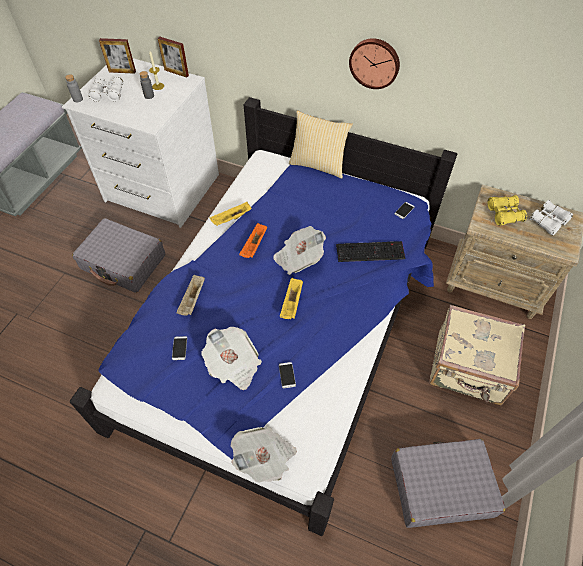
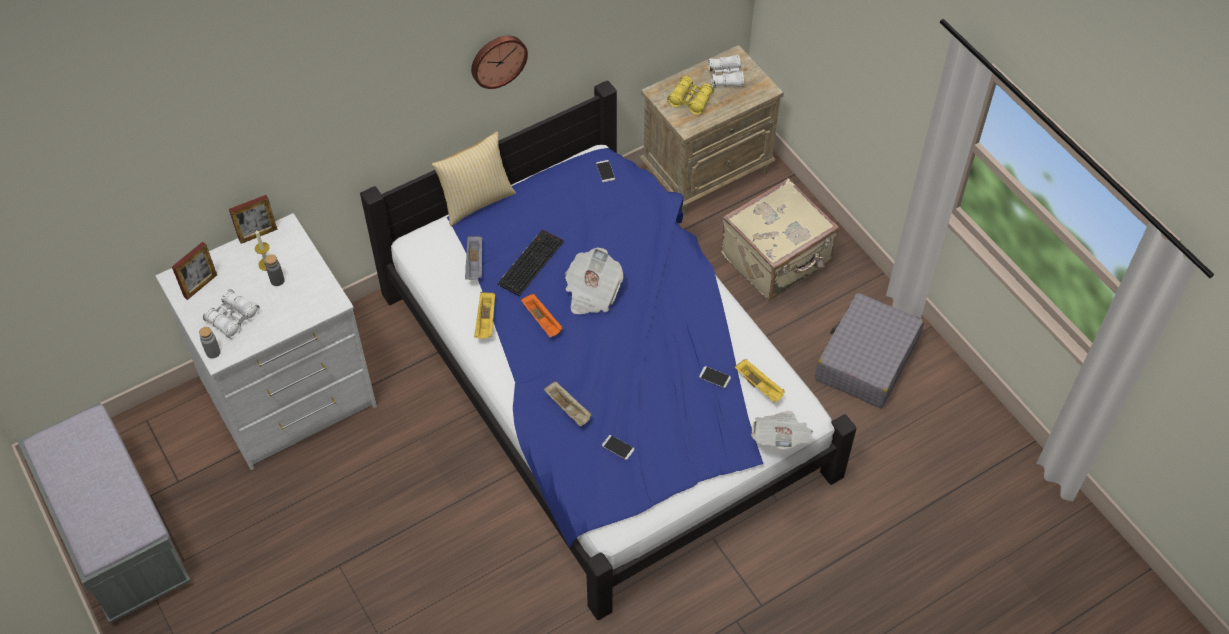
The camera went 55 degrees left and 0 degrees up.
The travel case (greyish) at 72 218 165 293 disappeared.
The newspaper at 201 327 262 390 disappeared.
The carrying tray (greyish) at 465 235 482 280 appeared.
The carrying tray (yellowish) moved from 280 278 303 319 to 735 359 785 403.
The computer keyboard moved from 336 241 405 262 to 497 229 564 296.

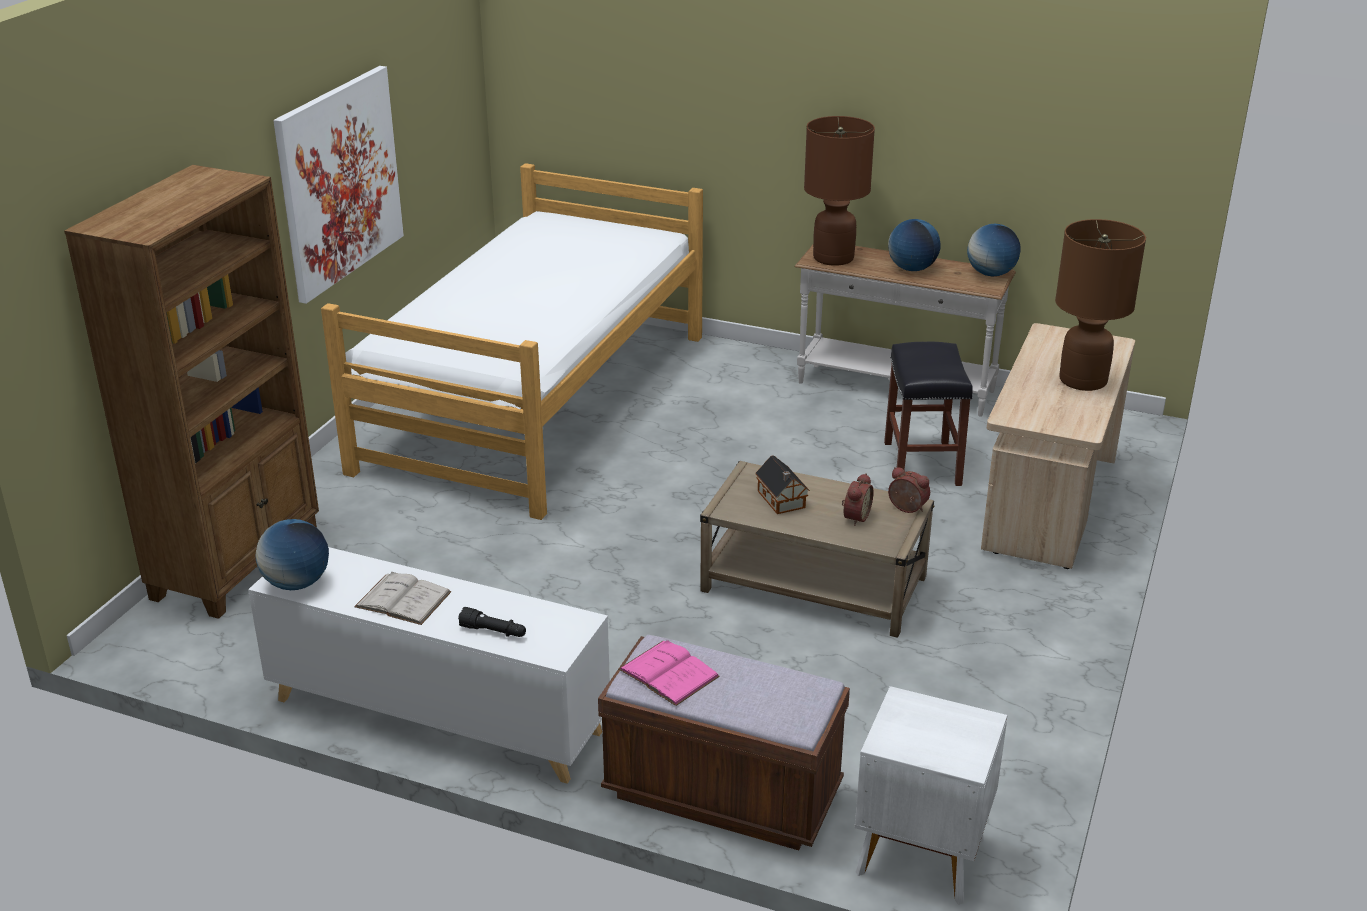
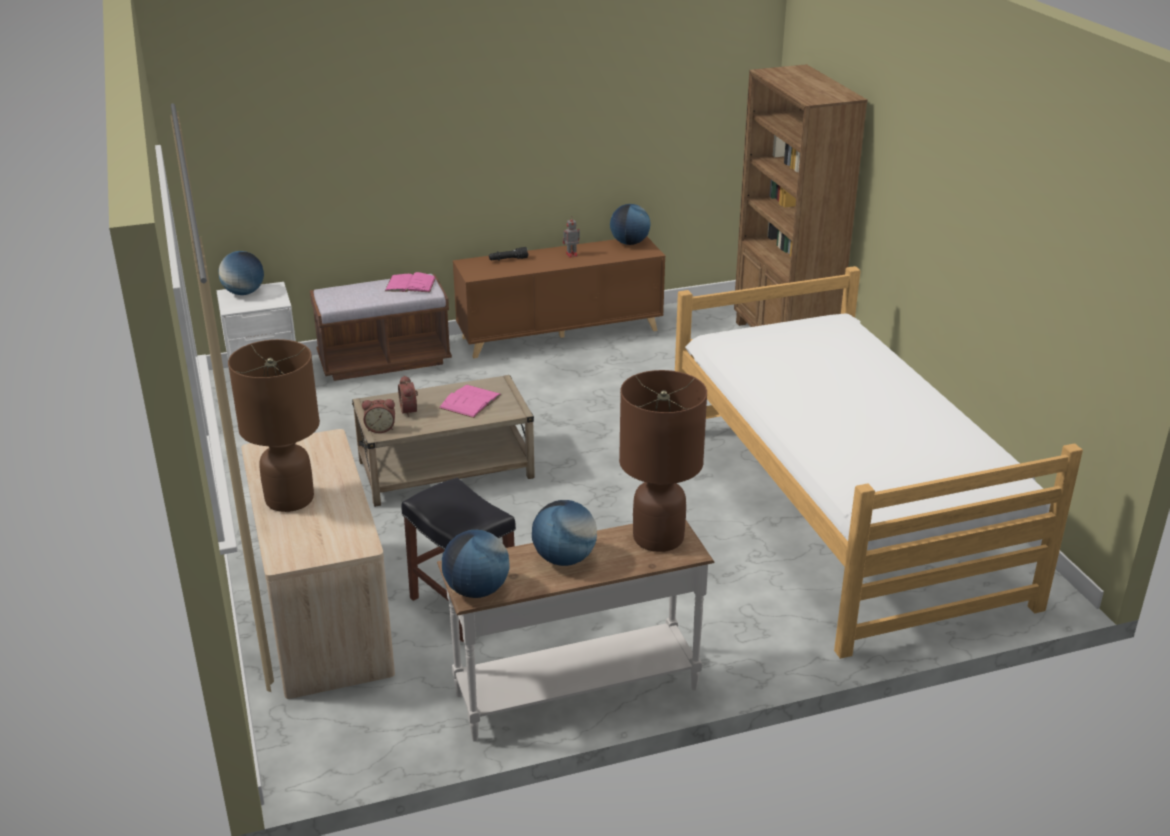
The camera went 140 degrees right and 0 degrees up.
The wall picture at 273 66 404 304 disappeared.
The desk globe at 218 251 264 295 appeared.
The book (white) at 354 572 451 625 was replaced by the model robot at 563 217 580 258.
The model house at 755 455 810 514 was replaced by the book (pink) at 439 385 501 418.
The cabinet (white) at 248 547 610 784 became the cabinet (brown) at 453 237 665 359.

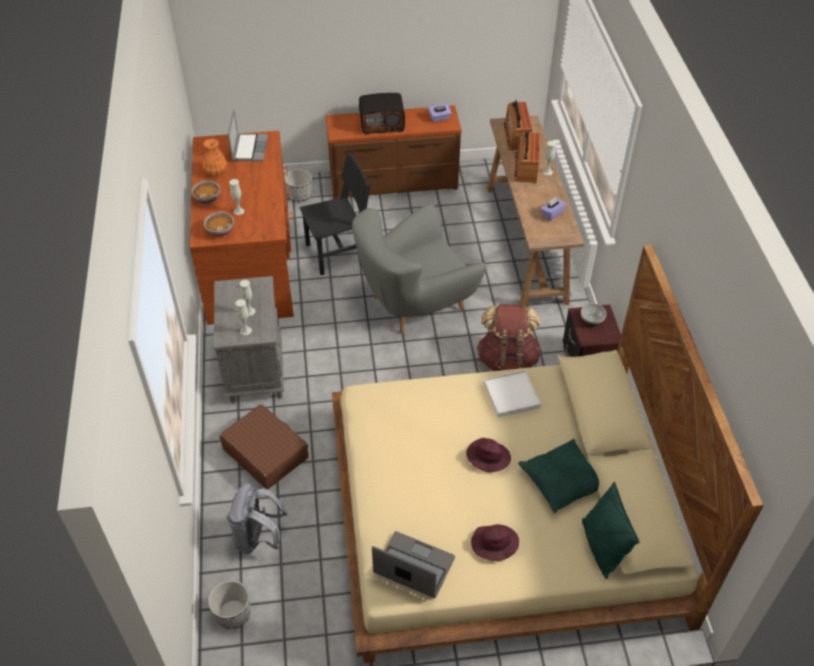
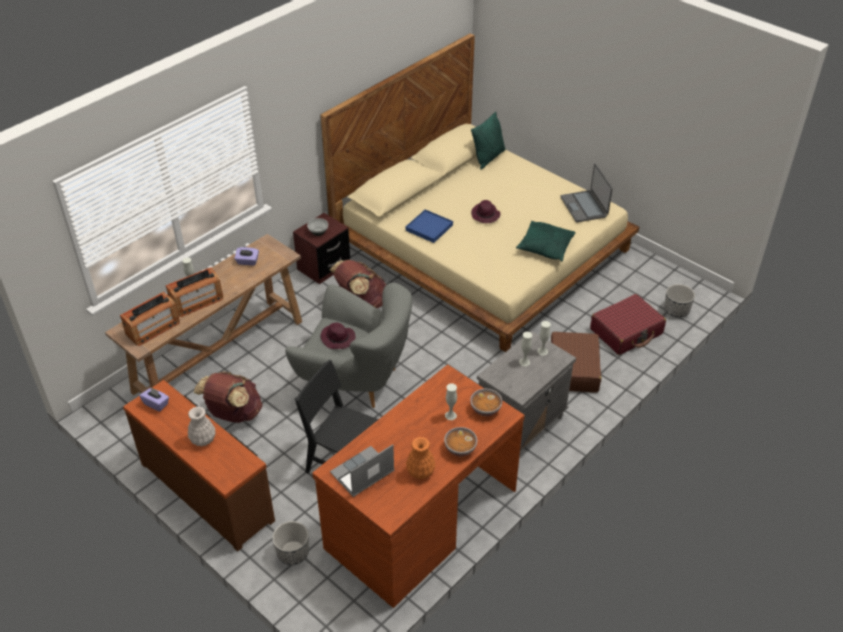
The camera went 130 degrees left and 5 degrees down.
The rucksack (brown) at 194 372 262 423 appeared.
The clothing hat (purple) moved from 471 524 519 561 to 321 323 356 349.
The throw pillow (green) moved from 518 439 599 513 to 516 221 575 261.
The rucksack (greyish) at 227 483 288 554 was replaced by the travel case (red) at 590 294 666 355.
The radio set at 359 93 405 135 was replaced by the decorative vase (white) at 188 406 216 446.
The carrying tray (white) at 484 370 541 418 became the carrying tray (blue) at 406 209 453 243.

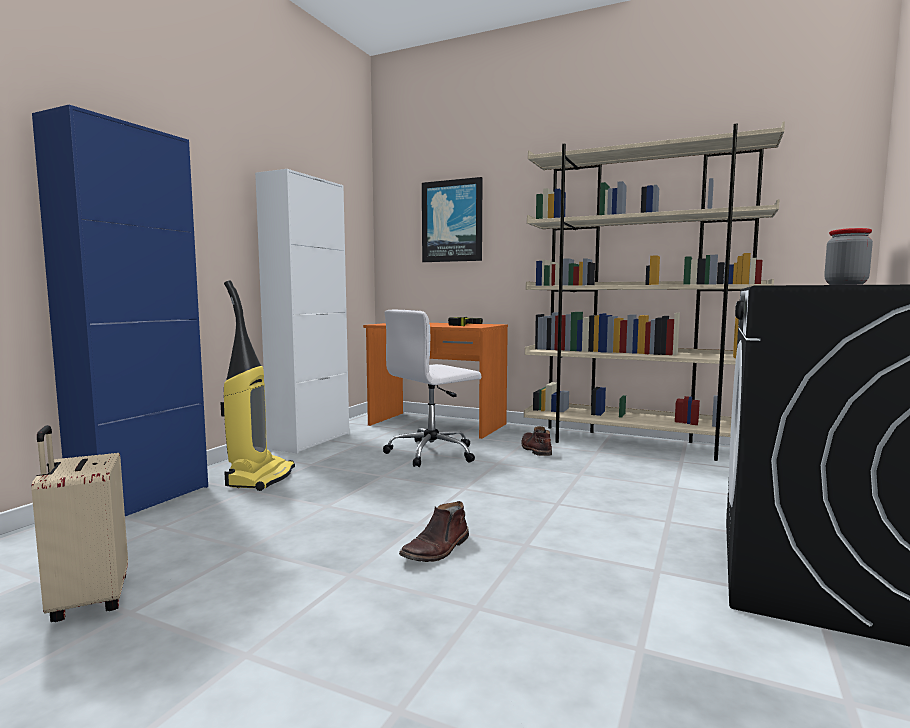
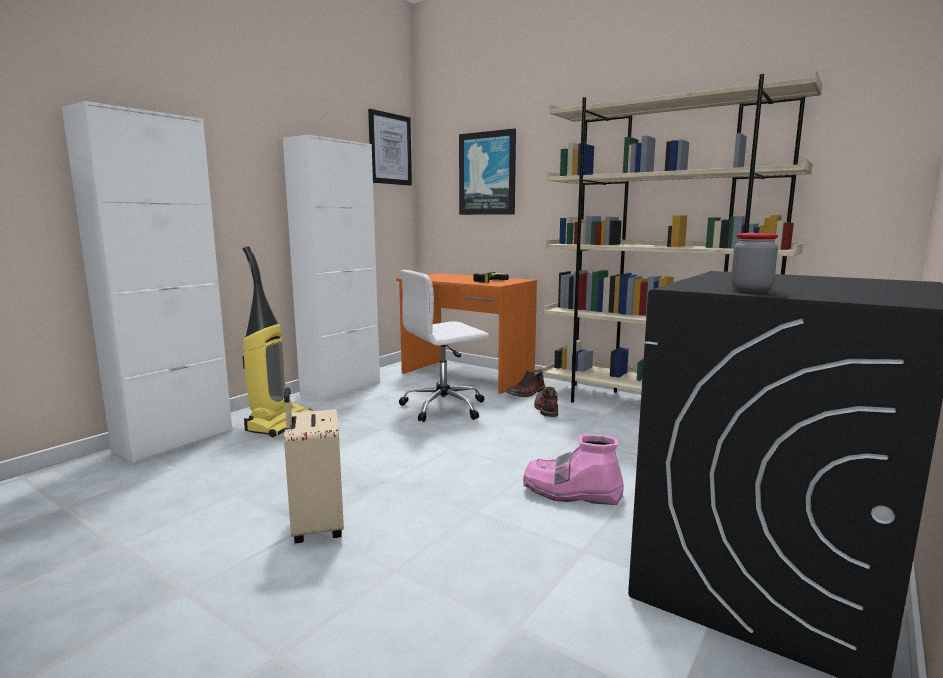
The camera went 10 degrees right and 5 degrees up.
The wall picture at 368 109 412 185 appeared.
The tall boot (pink) at 523 435 624 505 appeared.
The travel case (beige-coloured) moved from 31 425 128 622 to 284 387 344 543.
The tall boot (brown) moved from 399 501 469 562 to 506 369 545 397.
The cabinet (blue) at 32 105 208 516 became the cabinet (white) at 62 101 232 463.

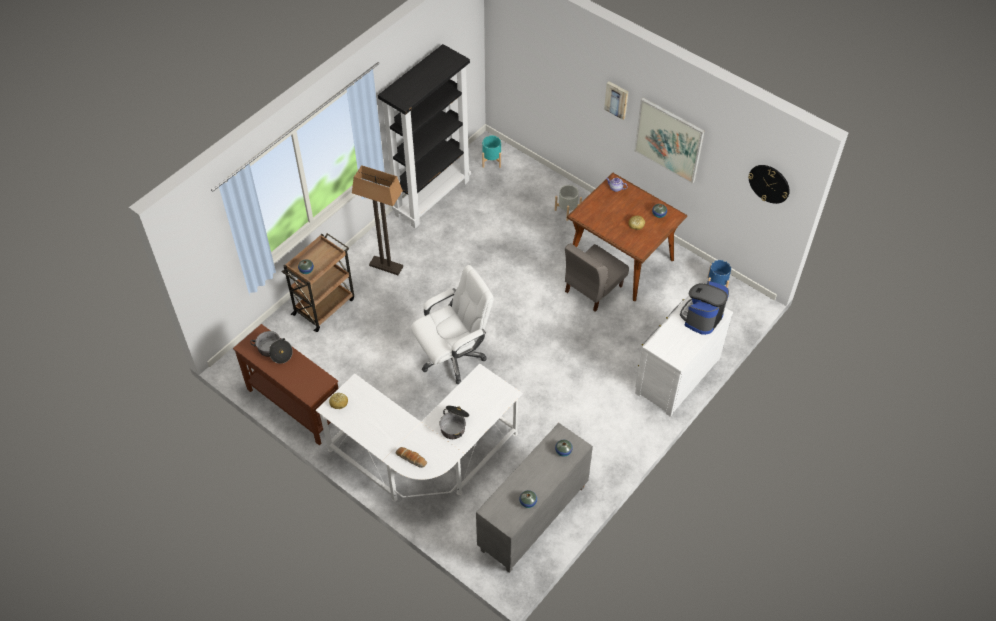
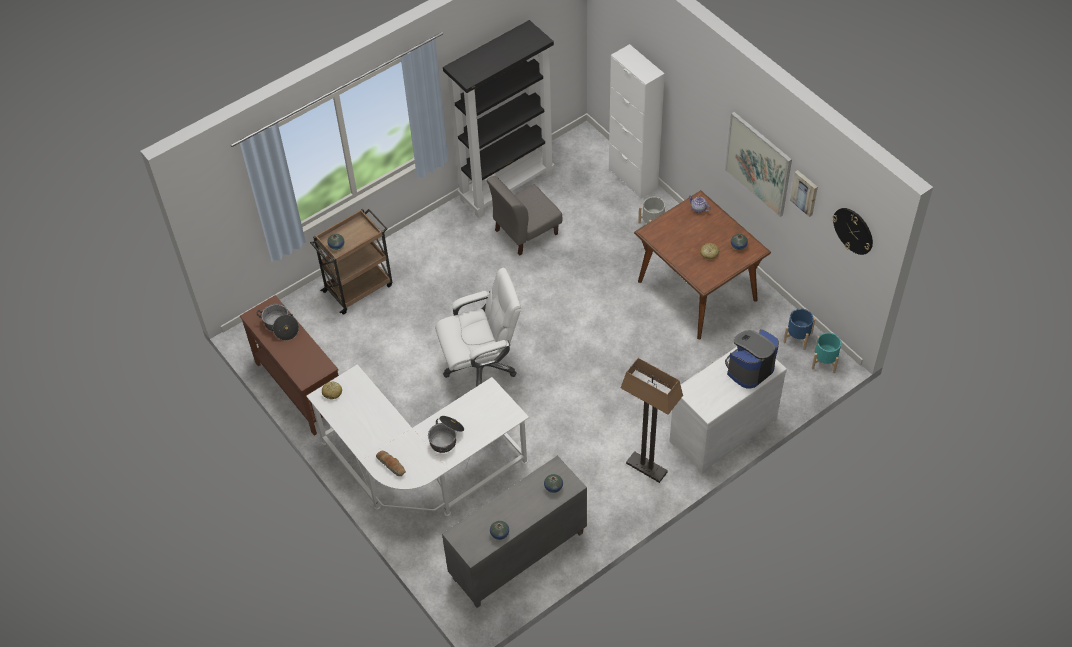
The camera went 15 degrees right and 0 degrees up.
The cabinet (white) at 609 44 665 199 appeared.
The standing lamp moved from 352 165 403 275 to 621 358 683 483.
The plant pot (blue-green) moved from 482 136 501 168 to 812 333 841 373.
The upright chair (greyish) moved from 565 243 629 312 to 486 176 563 256.
The wall picture moved from 604 81 628 120 to 790 170 818 217.

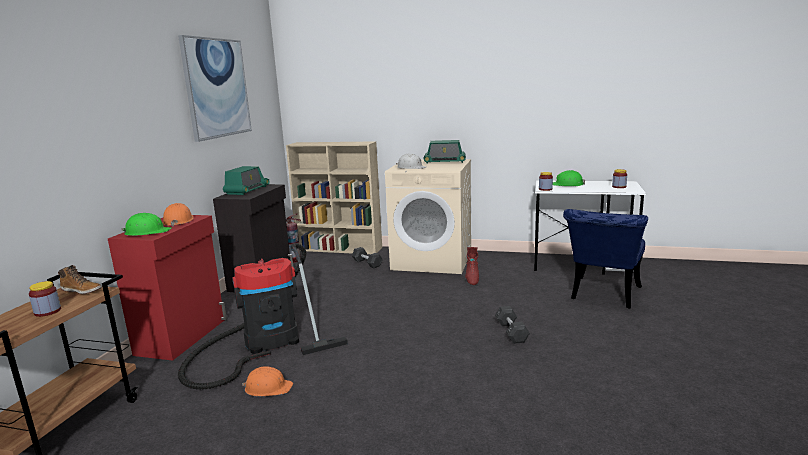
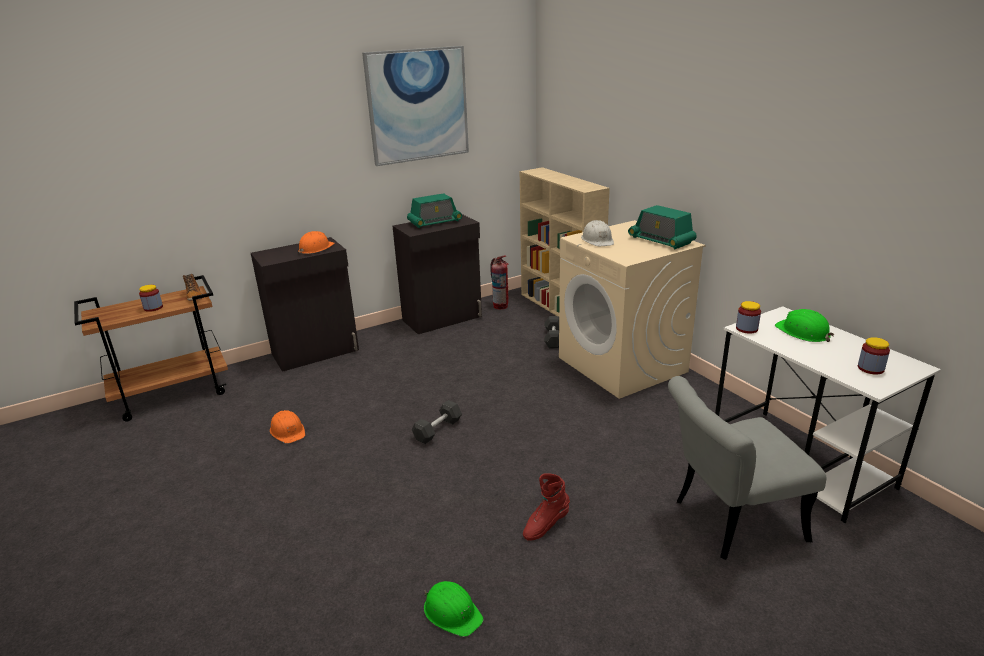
The camera went 45 degrees right and 10 degrees up.
The hoover at 178 243 348 390 disappeared.
The safety helmet (green) moved from 122 213 171 236 to 424 581 484 637.
The tall boot (red) moved from 465 247 479 285 to 523 473 570 541.
The dumbbell (greyish) moved from 495 306 530 344 to 412 400 462 444.
The cabinet (red) at 108 215 227 361 became the cabinet (black) at 251 237 359 372.
The upright chair (blue) at 563 209 648 308 became the upright chair (greyish) at 668 376 826 560.

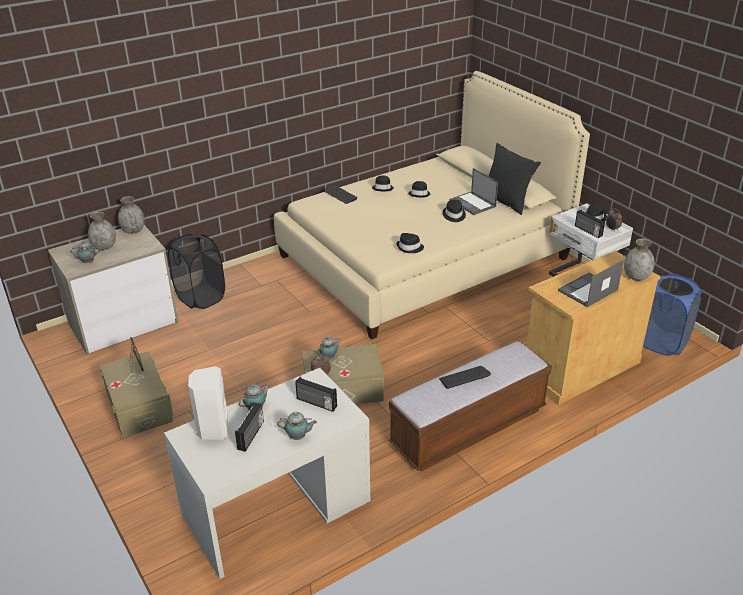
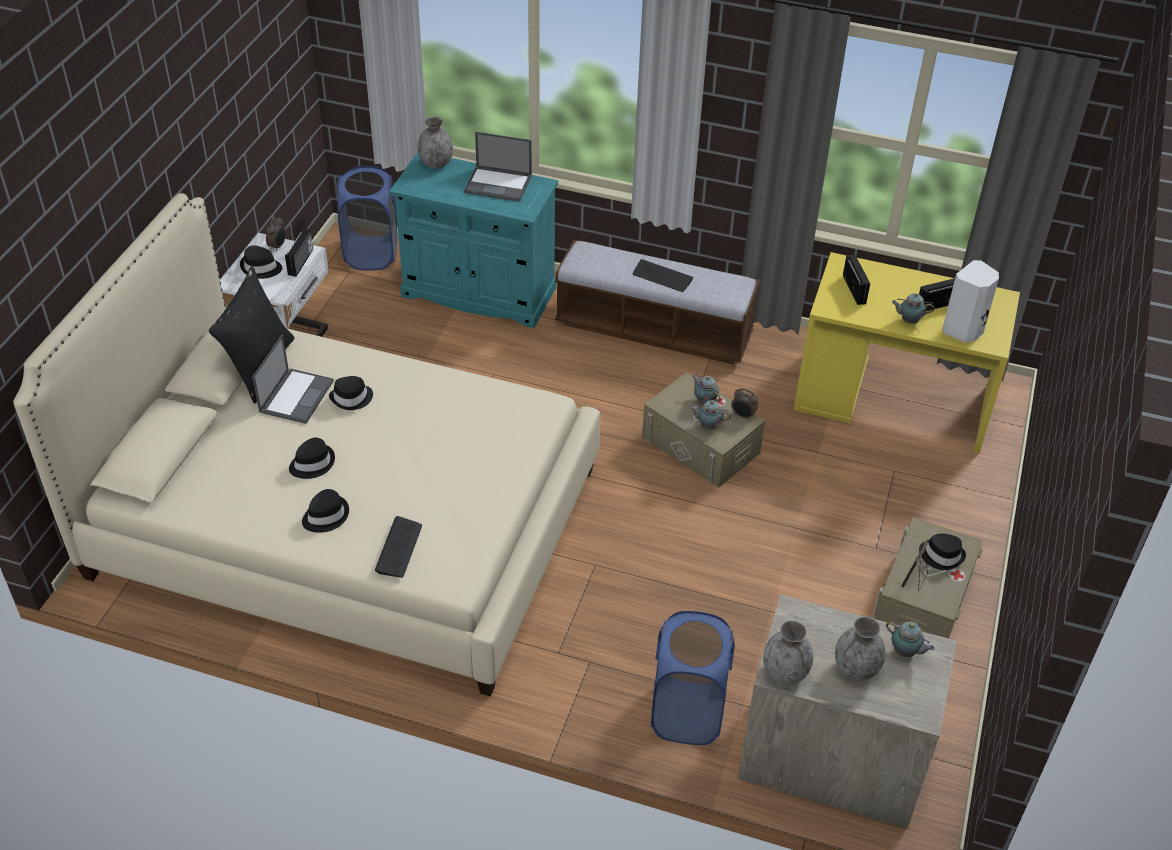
The camera went 130 degrees left and 10 degrees up.
The teapot moved from 277 412 317 440 to 692 374 720 405.
The clothing hat (black) moved from 396 233 424 253 to 919 534 966 570.
The desk (white) at 164 368 370 579 became the desk (yellowish) at 794 252 1020 454.
The hamper (black) at 168 234 225 309 became the hamper (blue) at 651 611 735 745.
The cabinet (beige-coloured) at 526 251 660 405 became the cabinet (blue-green) at 389 152 558 328.

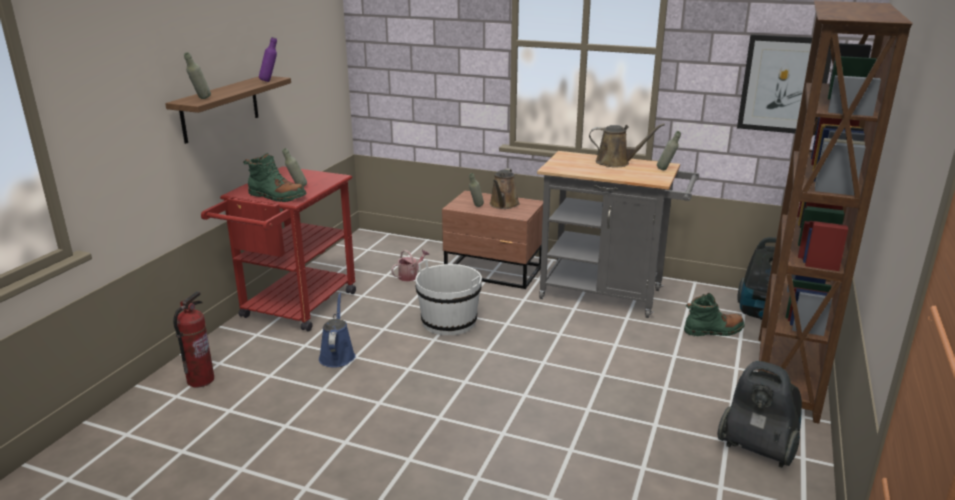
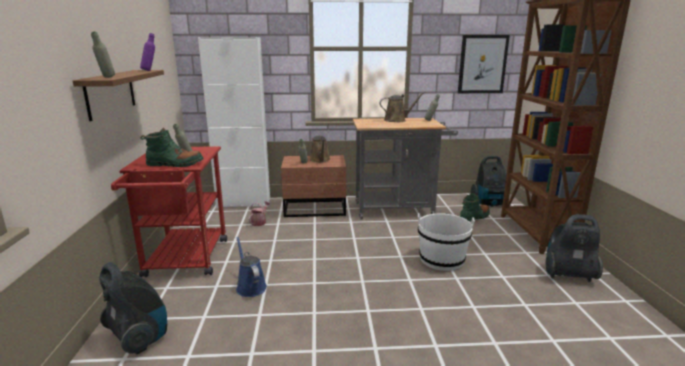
The camera went 25 degrees left and 5 degrees down.
The cabinet (white) at 198 37 270 208 appeared.
The water bucket (white) moved from 415 259 482 335 to 418 213 475 271.
The extinguisher at 173 291 214 387 was replaced by the hoover at 99 262 167 355.

